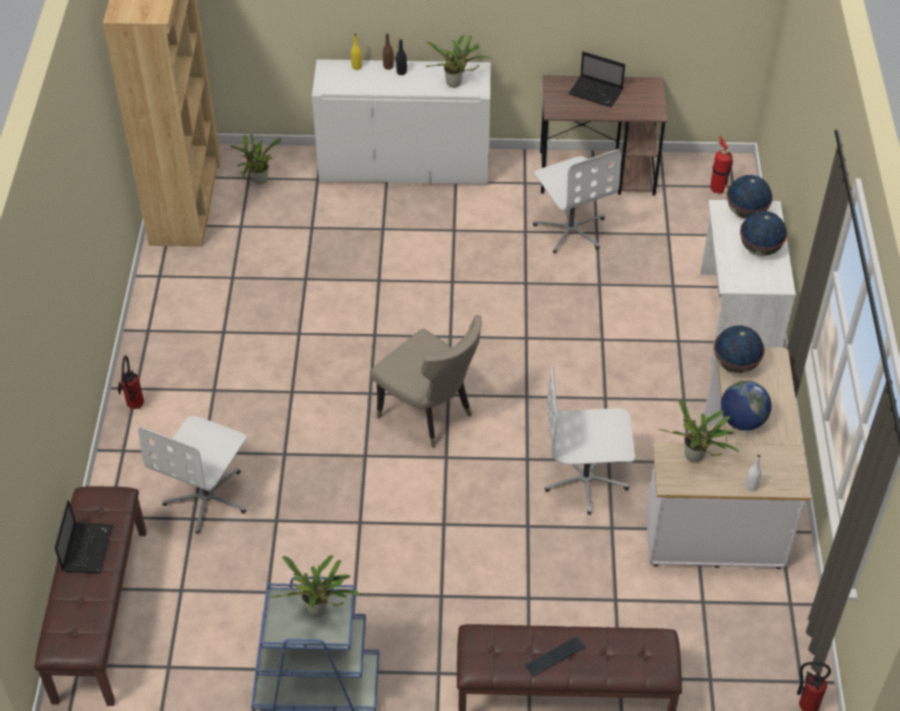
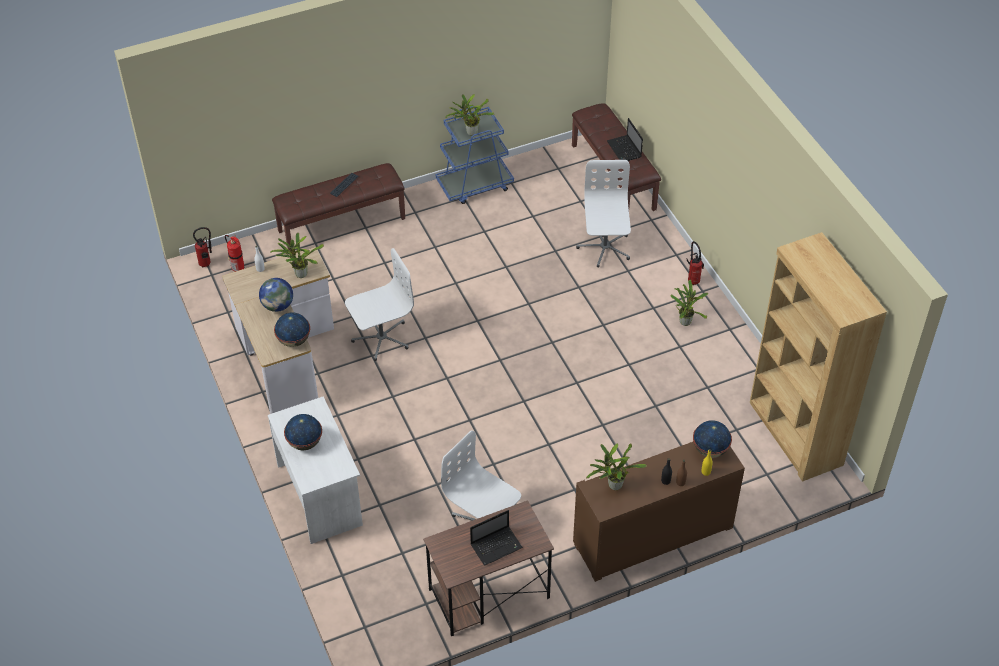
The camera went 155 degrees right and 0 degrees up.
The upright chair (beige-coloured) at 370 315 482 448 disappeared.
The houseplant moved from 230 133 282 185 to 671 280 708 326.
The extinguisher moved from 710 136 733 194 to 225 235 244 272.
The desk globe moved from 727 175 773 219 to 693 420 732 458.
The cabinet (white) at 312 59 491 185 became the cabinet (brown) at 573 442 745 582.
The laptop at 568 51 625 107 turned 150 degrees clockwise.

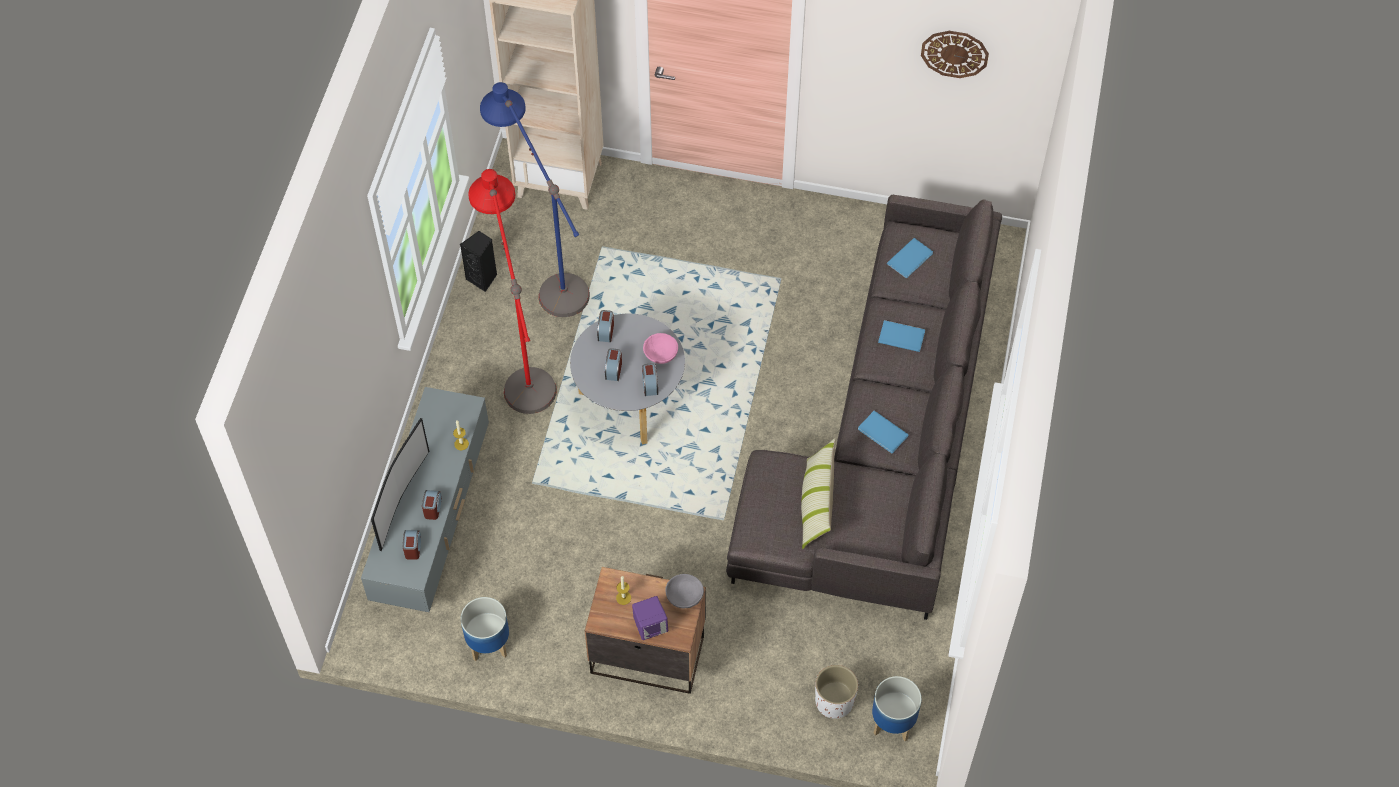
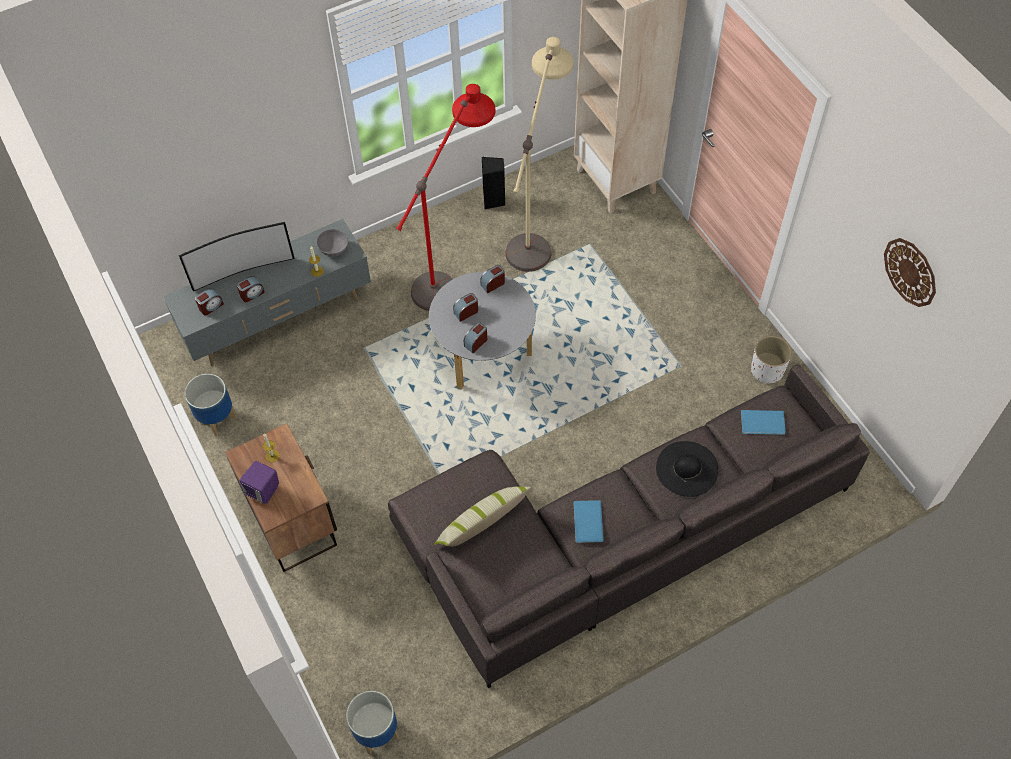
The camera went 50 degrees right and 0 degrees up.
The bowl (pink) at 643 333 678 364 disappeared.
The bowl (greyish) moved from 665 574 704 608 to 316 229 348 257.
The plant pot (white) moved from 815 665 858 719 to 751 336 792 384.
The book (blue) at 878 320 925 352 was replaced by the clothing hat (black) at 656 441 718 497.
The standing lamp (blue) at 480 82 590 317 became the standing lamp (beige-coloured) at 505 37 574 272.

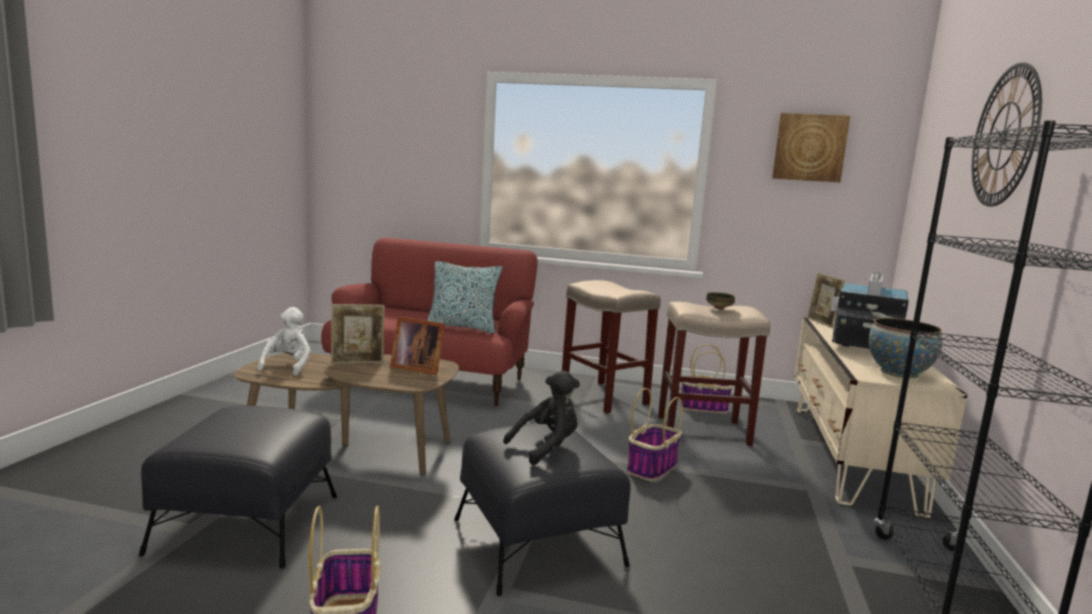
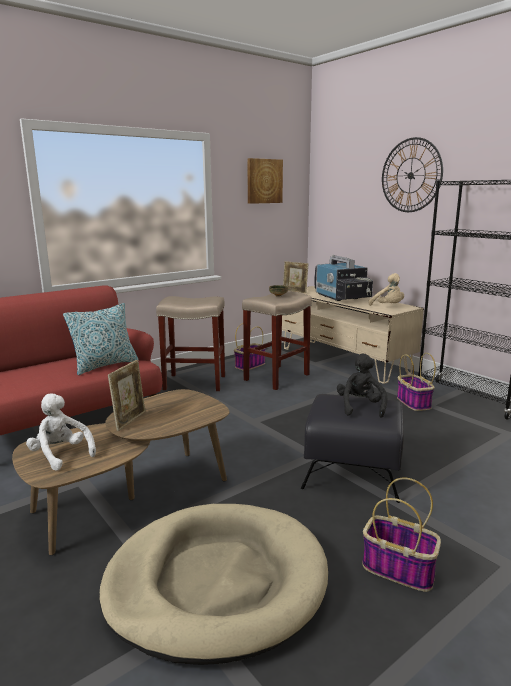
The camera went 50 degrees left and 5 degrees up.
The picture frame at 390 316 445 375 disappeared.
The storage basket moved from 627 388 683 481 to 397 353 436 411.
The ottoman (black) at 139 406 337 569 was replaced by the dog bed (beige-coloured) at 99 504 328 665.
The bowl at 869 318 942 379 was replaced by the cuddly toy (beige-coloured) at 368 273 404 306.

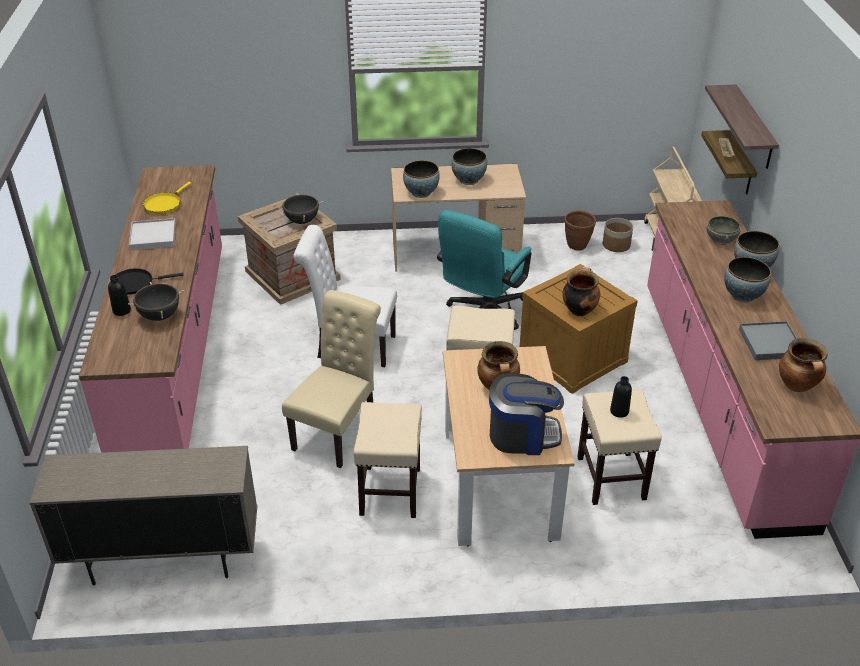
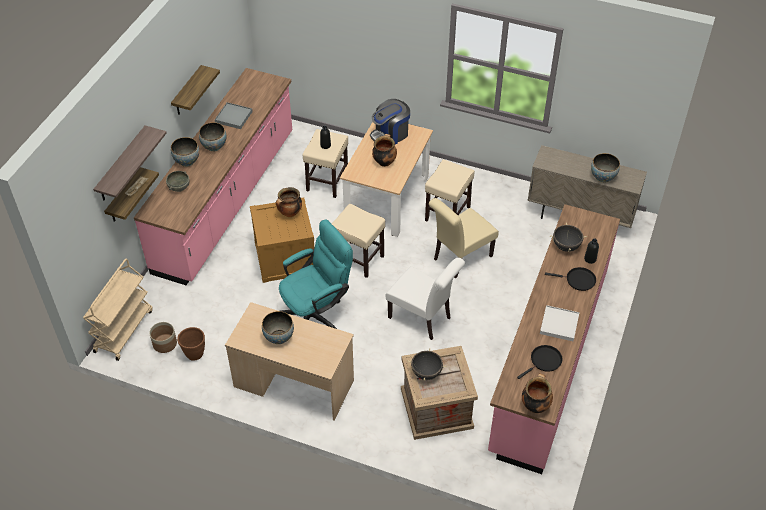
The camera went 155 degrees left and 10 degrees up.
The wall shelf at 171 65 220 115 appeared.
The bowl moved from 403 160 440 198 to 591 153 620 183.
The cooking pot moved from 779 338 828 392 to 522 373 553 413.
The pan (yellowish) at 143 182 191 214 became the pan (black) at 517 345 562 379.
The coffee machine at 489 373 564 455 turned 60 degrees counterclockwise.

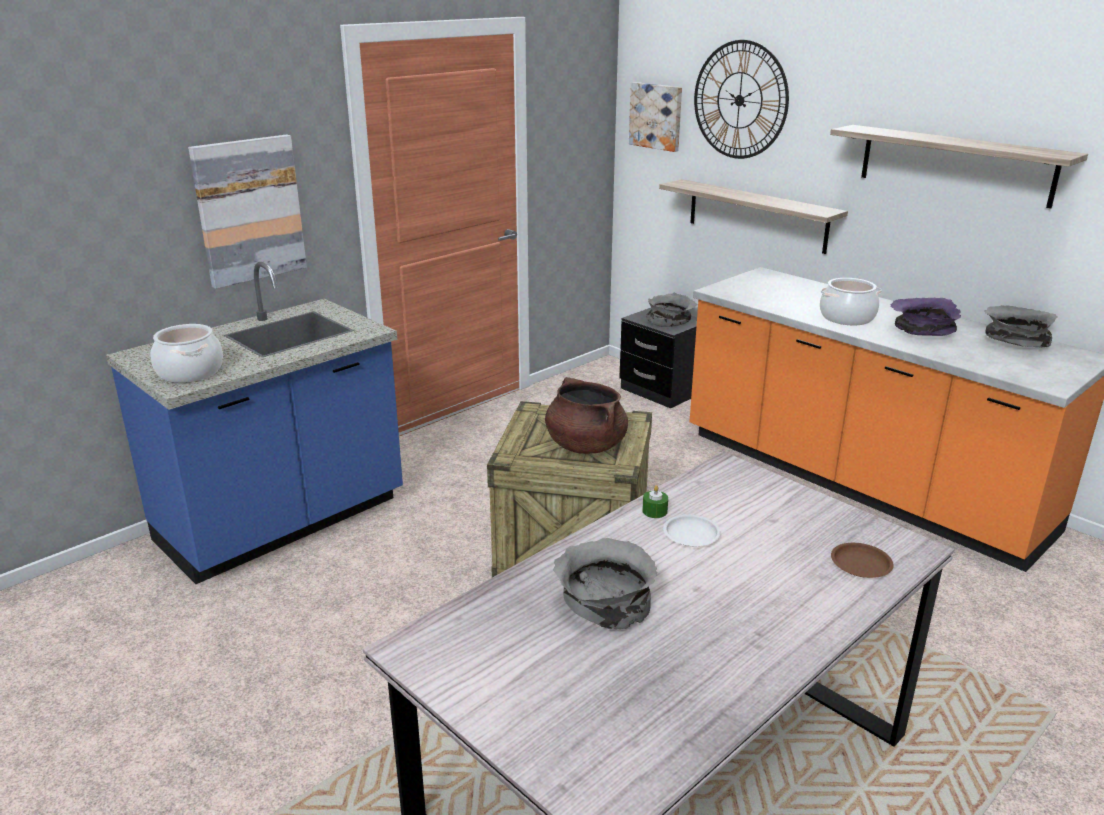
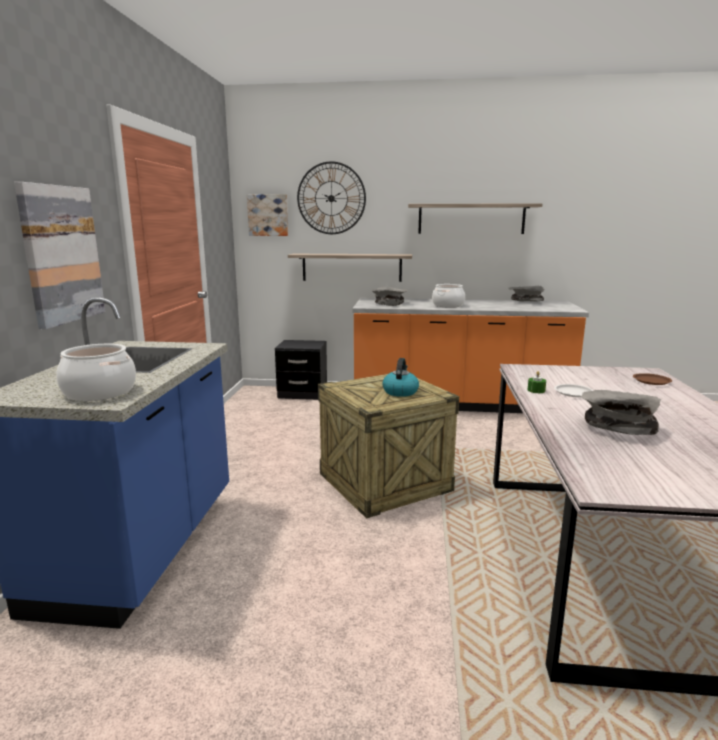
The camera went 40 degrees left and 10 degrees down.
The bowl (purple) at 891 298 961 336 disappeared.
The bowl (greyish) moved from 646 293 697 327 to 372 287 409 306.
The cooking pot (brown) at 545 377 628 454 was replaced by the water kettle at 382 358 419 397.

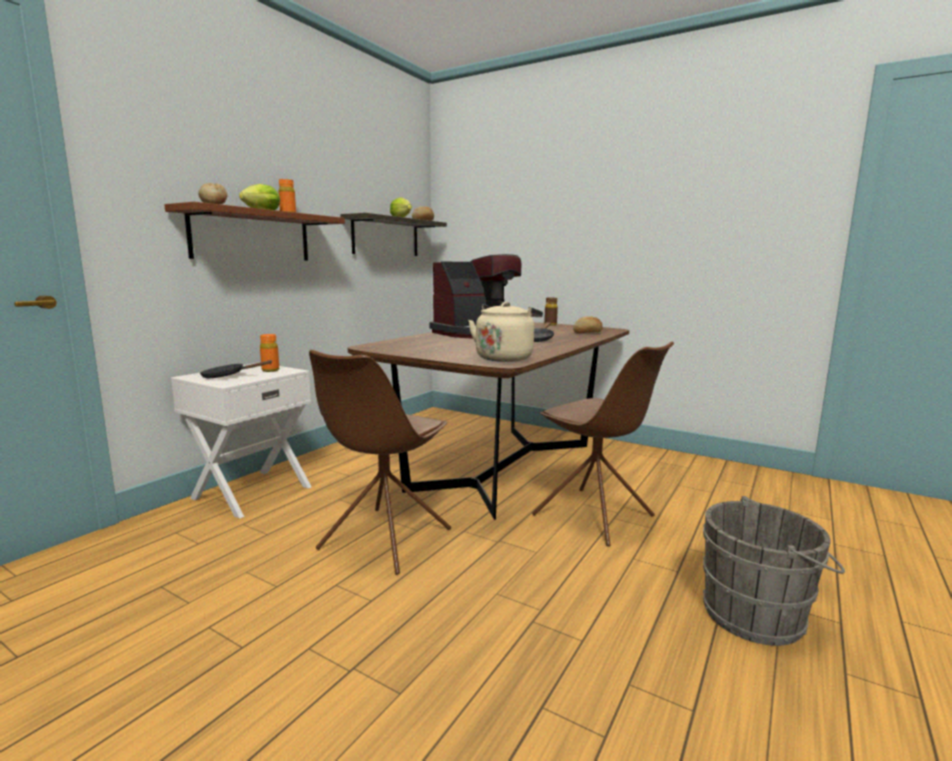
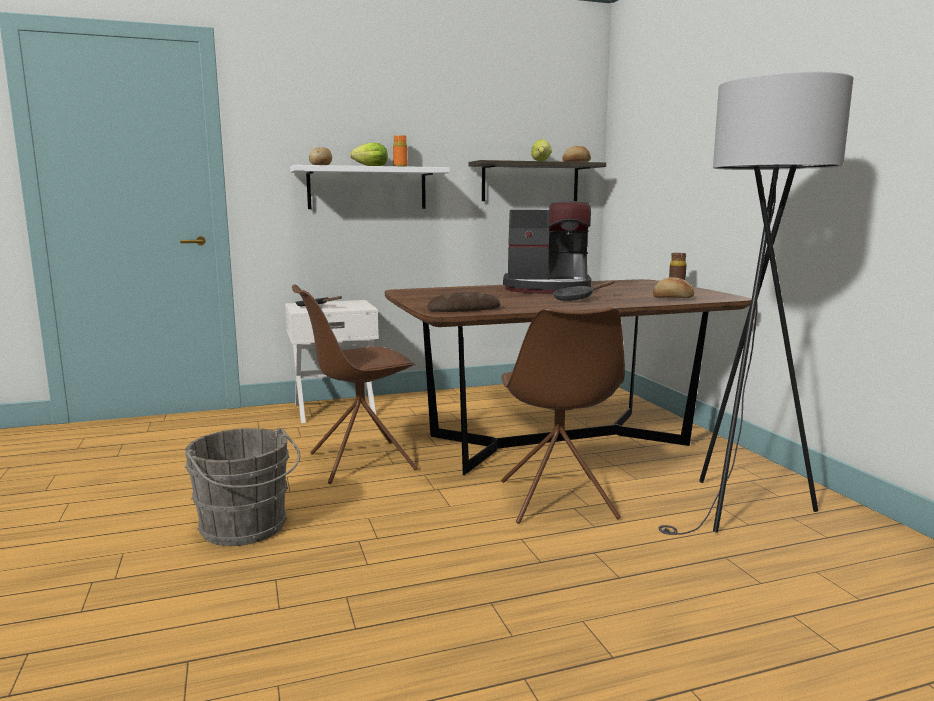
The camera went 40 degrees right and 0 degrees up.
The drink bottle (orange-coloured) at 260 334 279 372 disappeared.
The standing lamp (greyish) at 658 72 853 535 appeared.
The water bucket (greyish) moved from 703 496 845 646 to 185 428 301 546.
The water kettle (beige-coloured) at 468 302 543 362 was replaced by the bread at 428 292 500 312.
The wall shelf (brown) at 164 202 345 260 became the wall shelf (white) at 290 165 450 209.

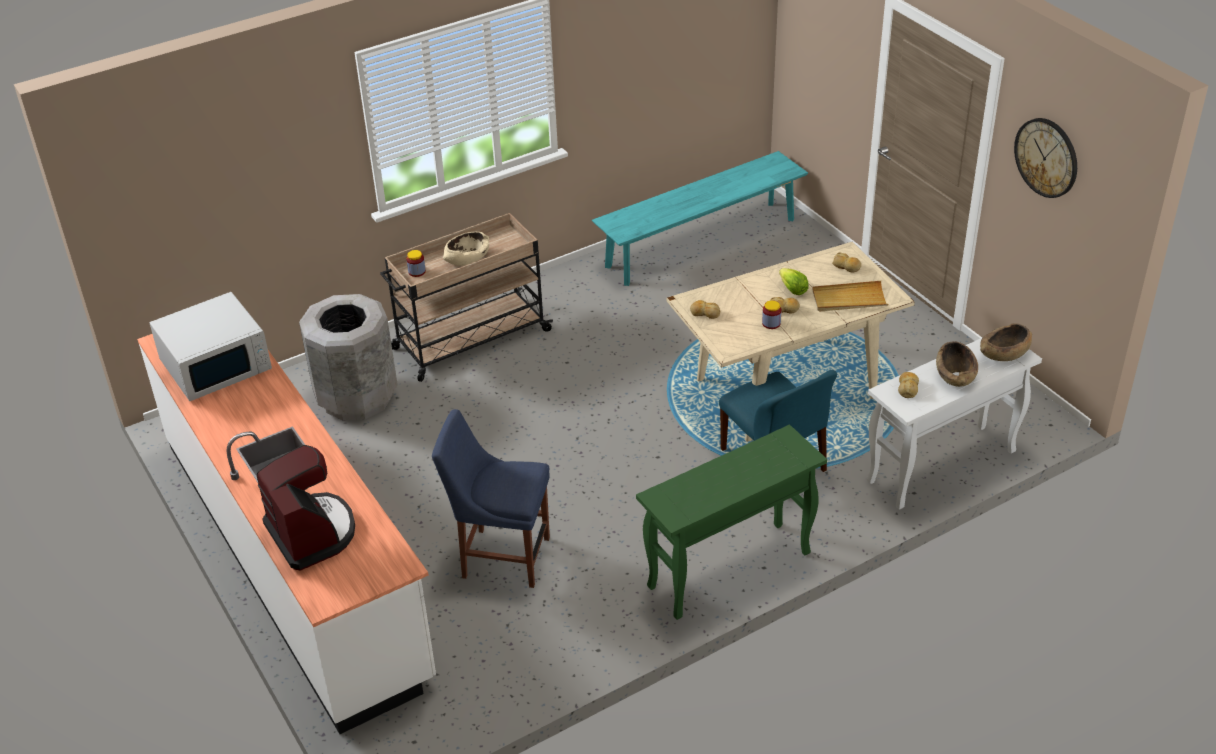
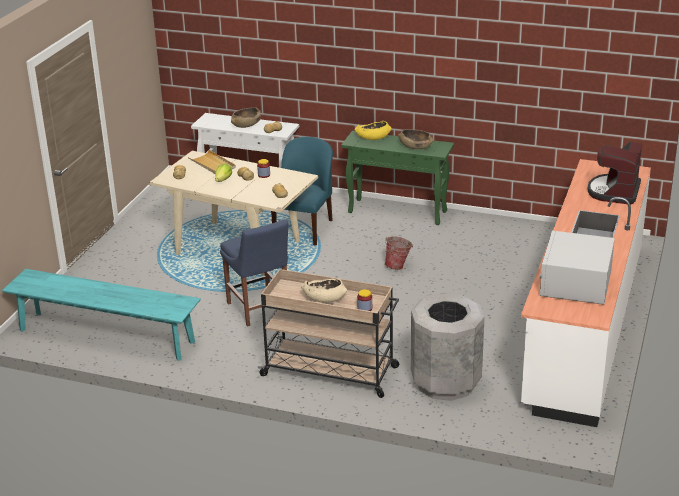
The camera went 130 degrees left and 10 degrees down.
The clock on the wall at 1014 118 1077 198 disappeared.
The bowl (yellowish) at 355 121 392 140 appeared.
The water bucket at 385 236 413 270 appeared.
The upright chair (blue) moved from 432 409 550 588 to 220 219 289 327.
The bowl (brown) moved from 980 323 1032 361 to 398 129 434 149.
The microwave (white) at 150 292 272 401 turned 90 degrees counterclockwise.

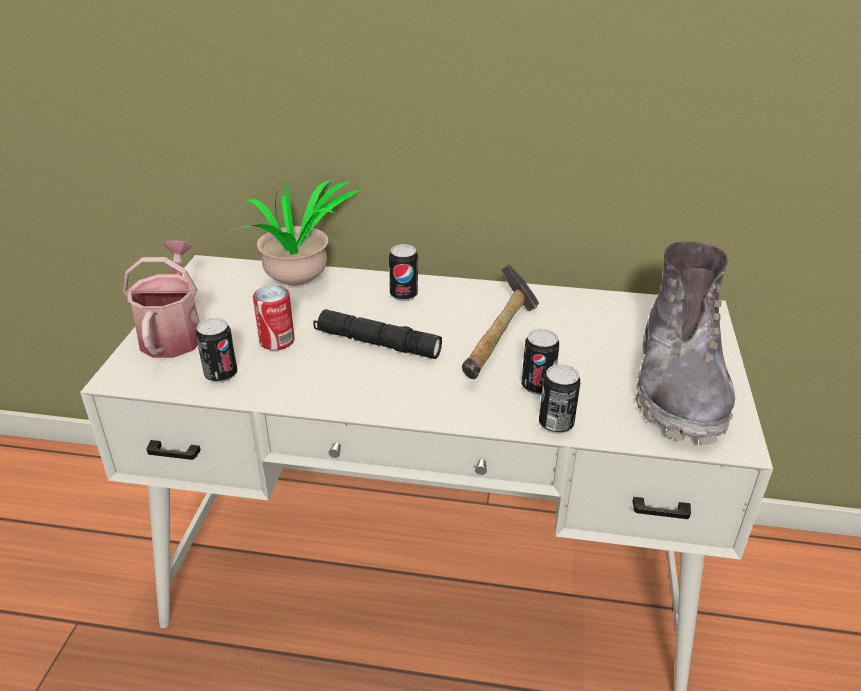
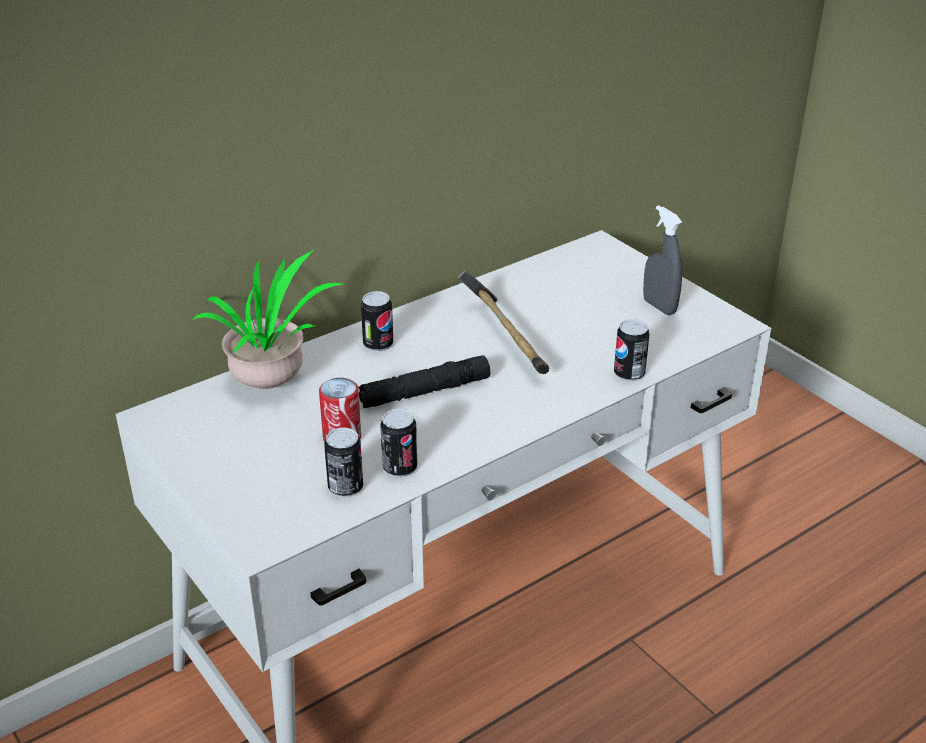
The camera went 45 degrees left and 0 degrees up.
The sprinkling can at 123 240 200 358 disappeared.
The metal can moved from 521 329 559 395 to 380 409 417 477.
The tall boot (greyish) at 636 241 735 445 was replaced by the hand sprayer (greyish) at 643 205 682 315.

